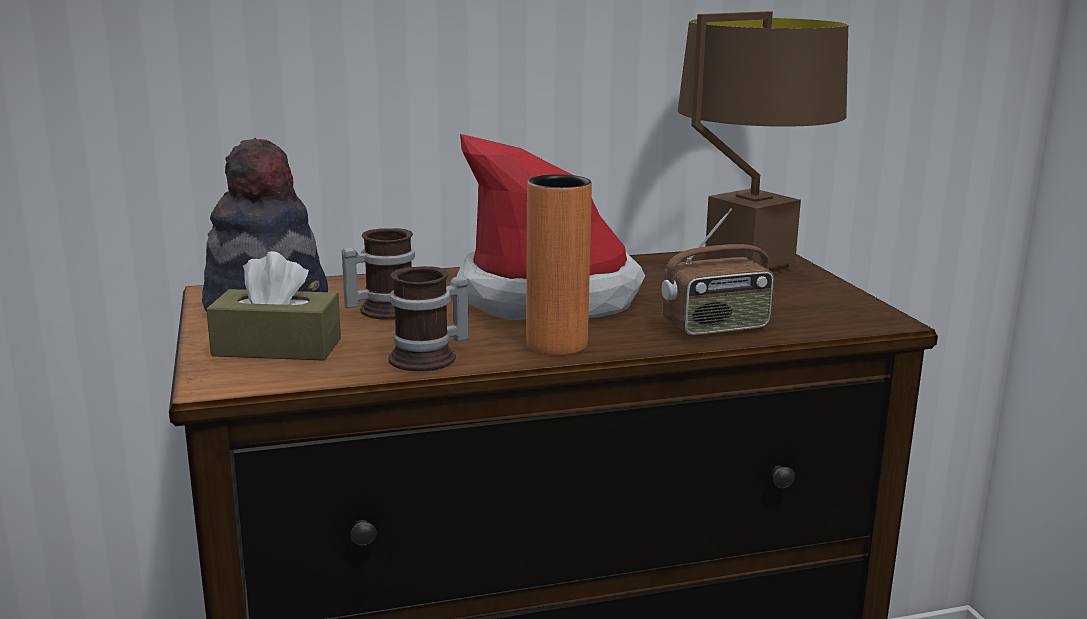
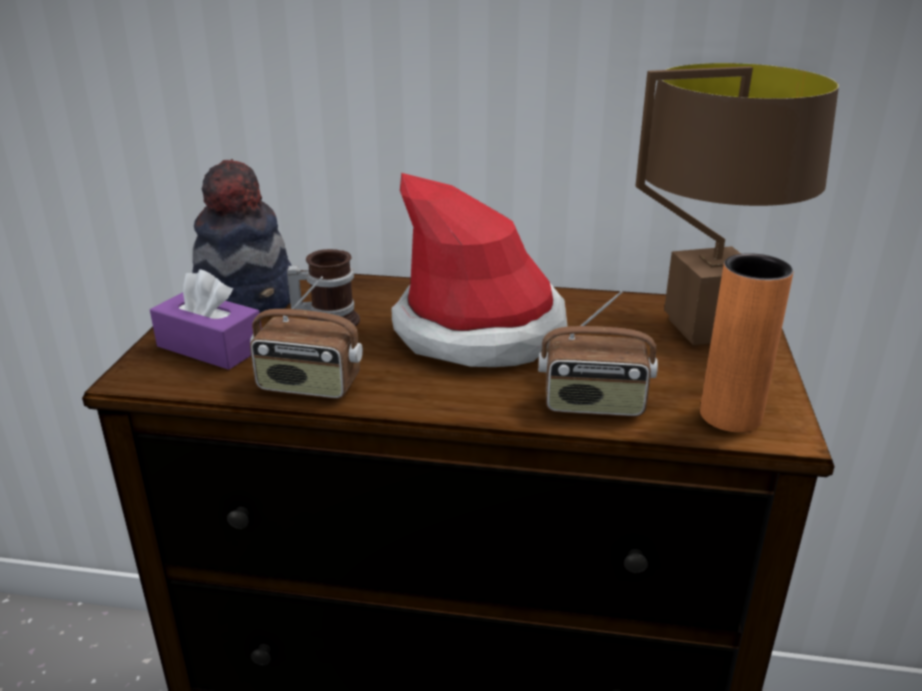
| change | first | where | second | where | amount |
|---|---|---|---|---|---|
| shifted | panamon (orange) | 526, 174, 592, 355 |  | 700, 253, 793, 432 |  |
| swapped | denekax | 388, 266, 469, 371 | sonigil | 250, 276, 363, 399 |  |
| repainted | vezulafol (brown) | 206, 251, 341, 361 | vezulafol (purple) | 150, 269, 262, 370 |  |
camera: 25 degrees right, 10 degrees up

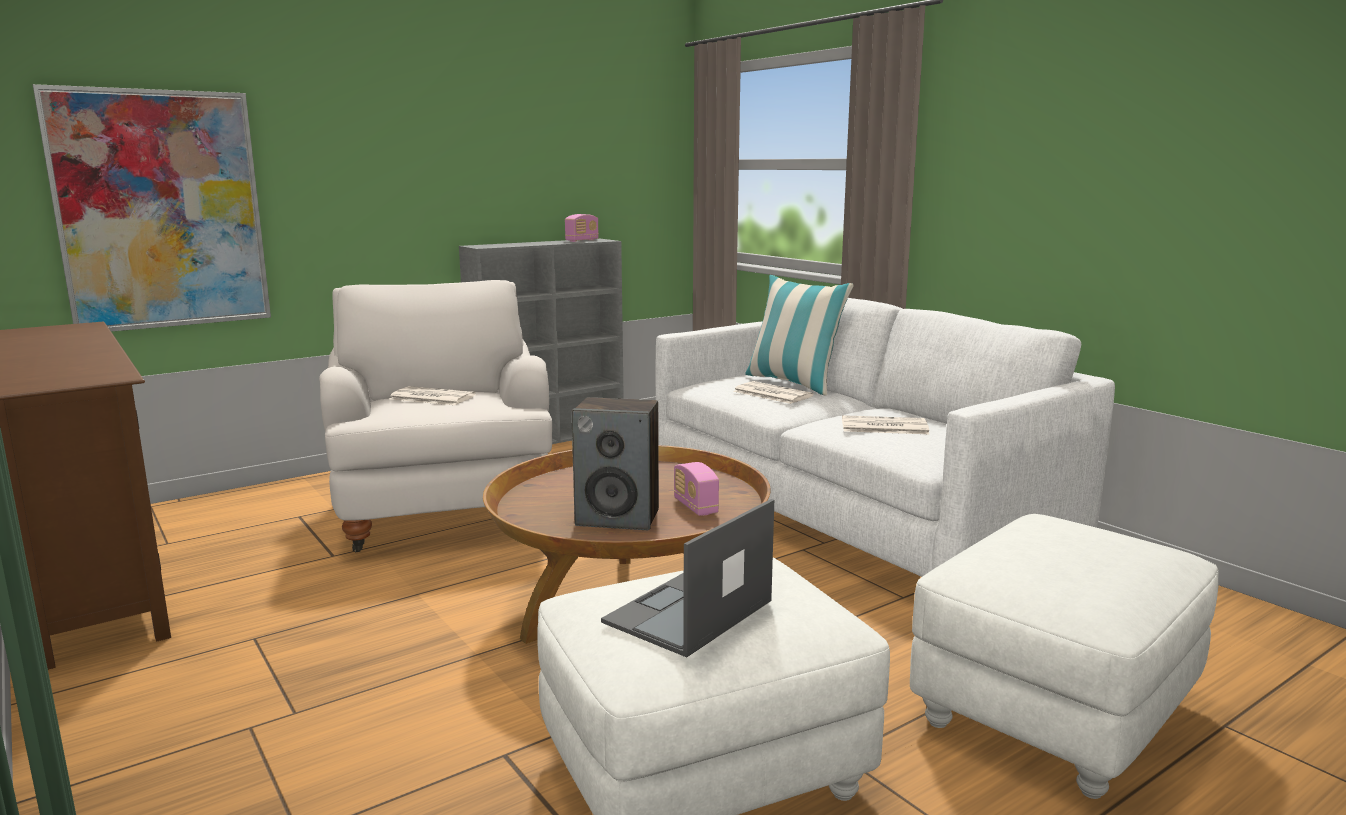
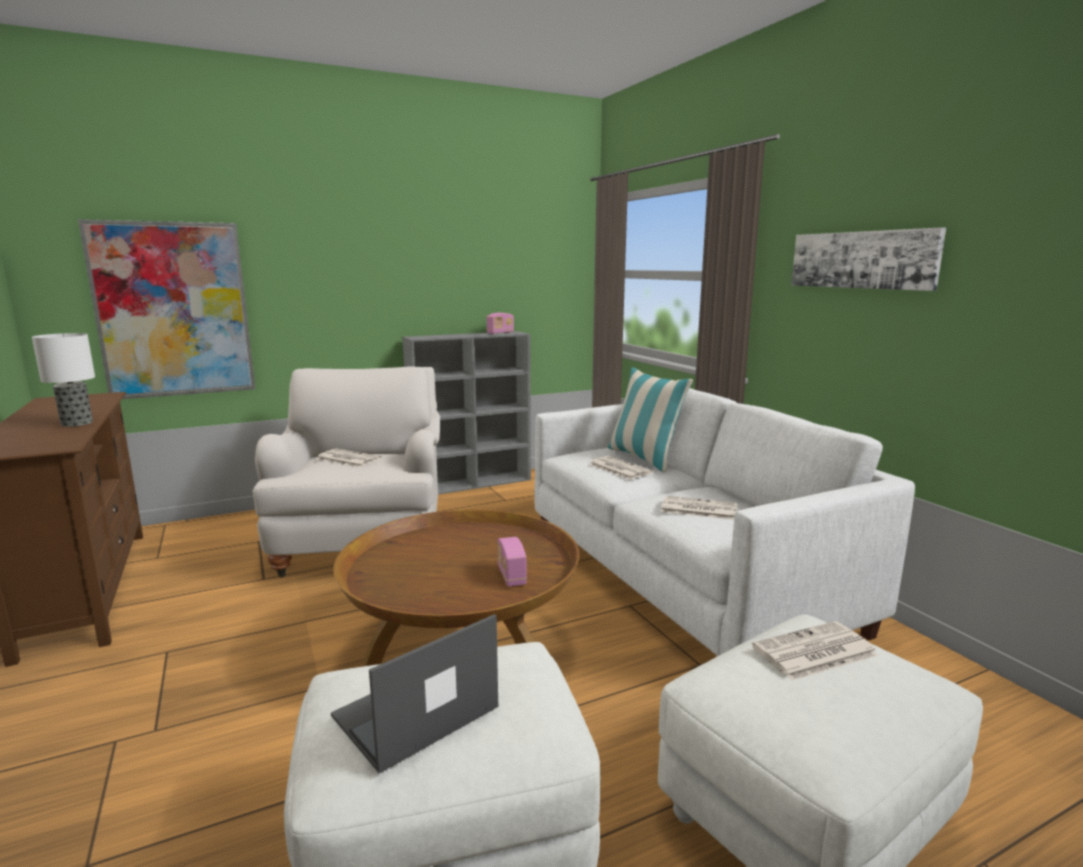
| change | first | where | second | where | amount |
|---|---|---|---|---|---|
| gone | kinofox | 571, 397, 659, 530 |  |  |  |
| new |  |  | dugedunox | 32, 333, 95, 427 |  |
| new |  |  | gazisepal | 752, 621, 878, 681 |  |
| new |  |  | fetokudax | 791, 227, 946, 291 |  |
camera: 10 degrees right, 0 degrees up

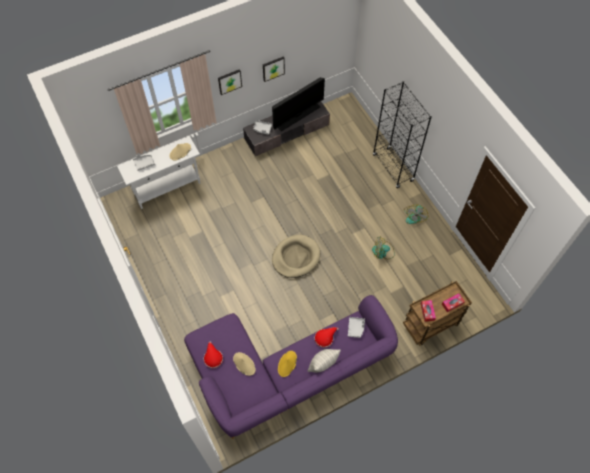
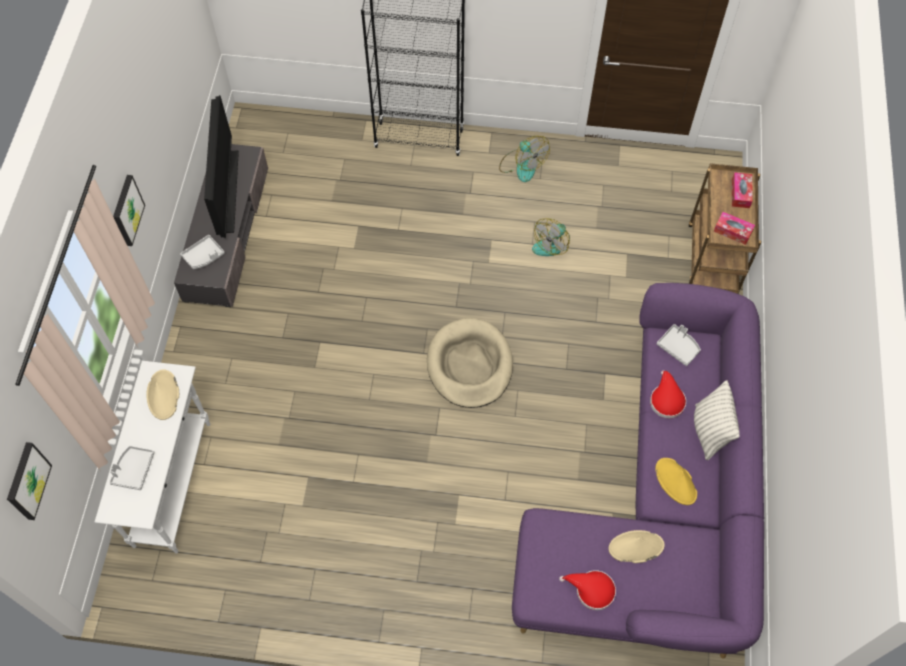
| change | first | where | second | where | amount |
|---|---|---|---|---|---|
| shifted | fetokudax | 263, 57, 285, 82 |  | 7, 442, 52, 520 |  |
camera: 55 degrees left, 0 degrees up

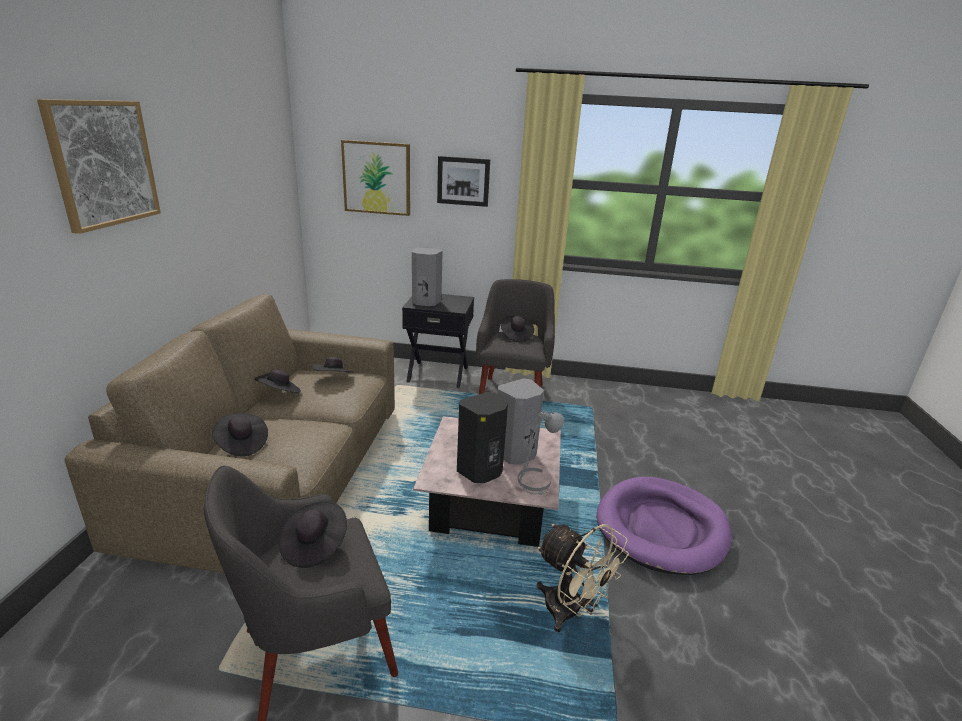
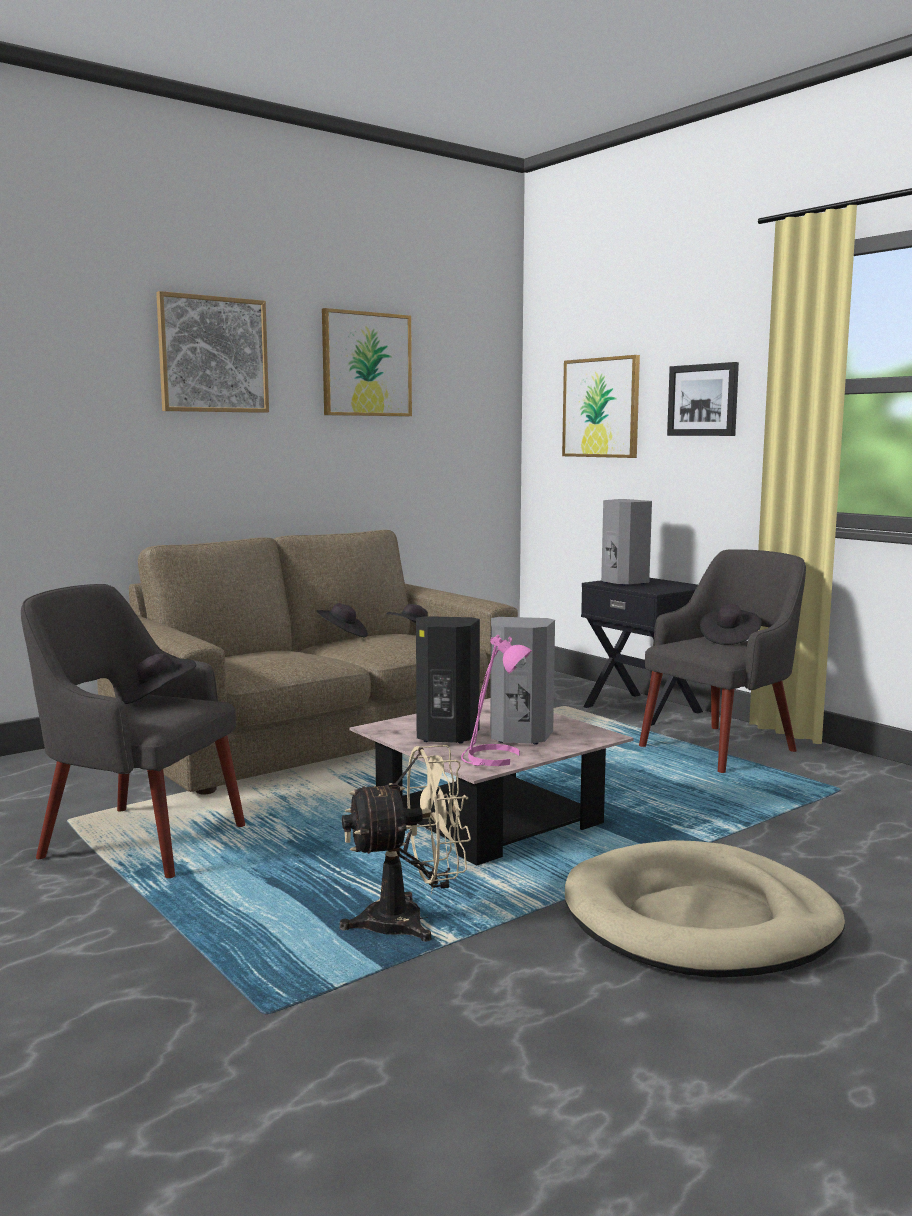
| change | first | where | second | where | amount |
|---|---|---|---|---|---|
| gone | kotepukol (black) | 213, 413, 268, 456 |  |  |  |
| new |  |  | fetokudax | 322, 308, 412, 416 |  |
| repainted | dugedunox (grey) | 518, 411, 564, 495 | dugedunox (pink) | 461, 635, 532, 766 |  |
| repainted | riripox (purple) | 597, 477, 732, 575 | riripox (beige) | 565, 840, 845, 978 |  |
| rotated | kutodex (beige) | 537, 524, 629, 632 |  | 339, 745, 471, 942 | 105 degrees counterclockwise |
camera: 45 degrees right, 15 degrees down

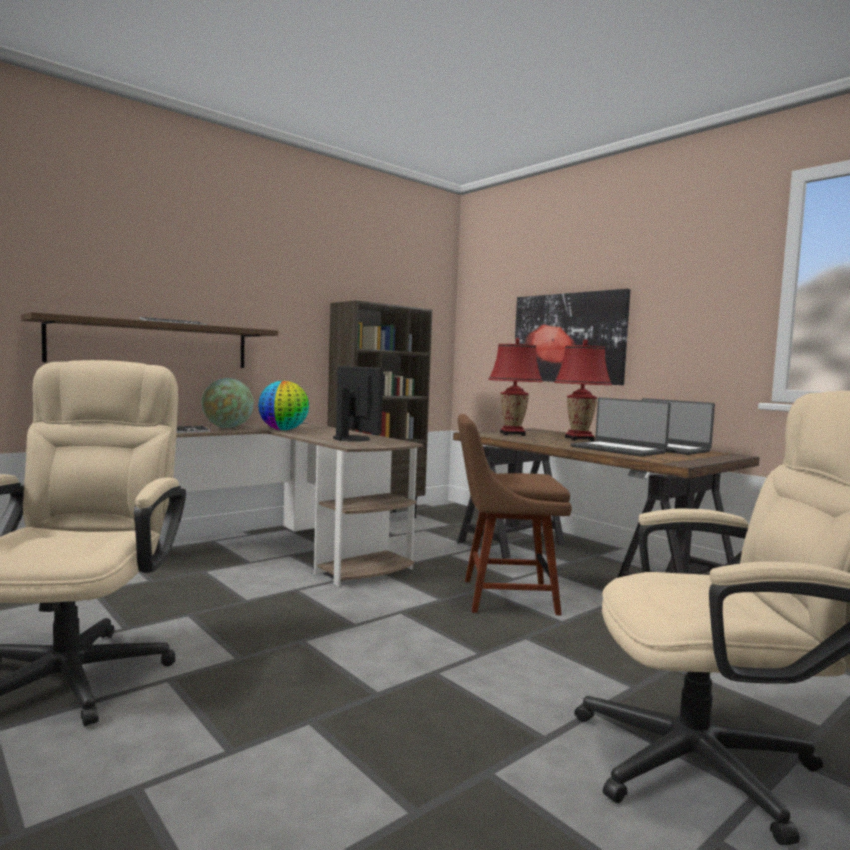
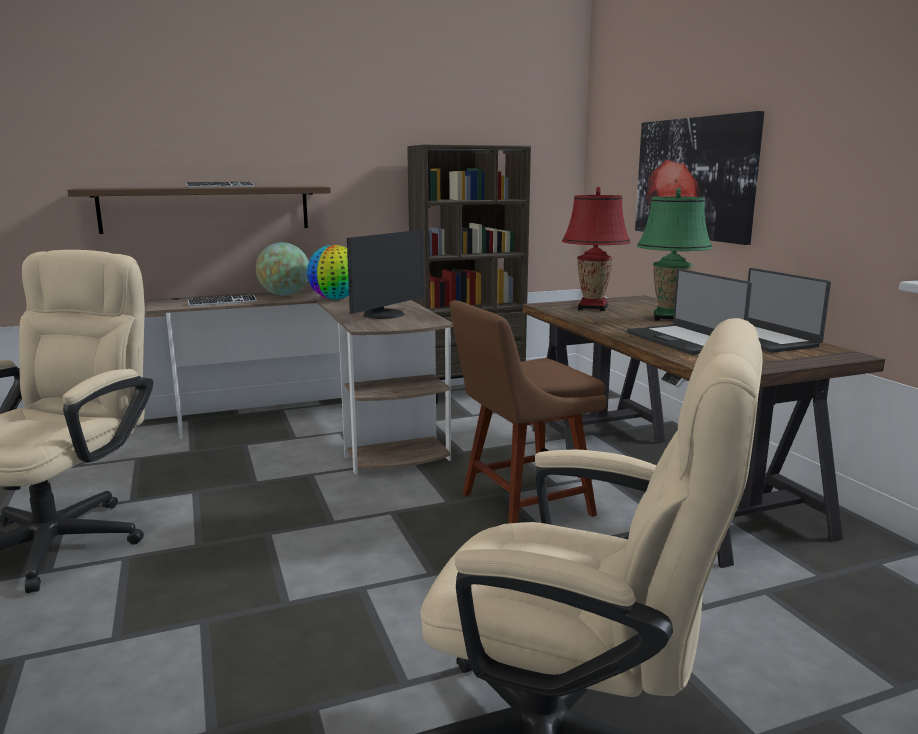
| change | first | where | second | where | amount |
|---|---|---|---|---|---|
| repainted | dugedunox (red) | 554, 339, 612, 441 | dugedunox (green) | 637, 188, 713, 321 |  |
| rotated | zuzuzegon | 333, 366, 383, 442 |  | 347, 230, 424, 319 | 45 degrees clockwise |
| rotated | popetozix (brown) | 458, 414, 572, 615 |  | 449, 300, 607, 524 | 45 degrees counterclockwise |
camera: 20 degrees right, 10 degrees up

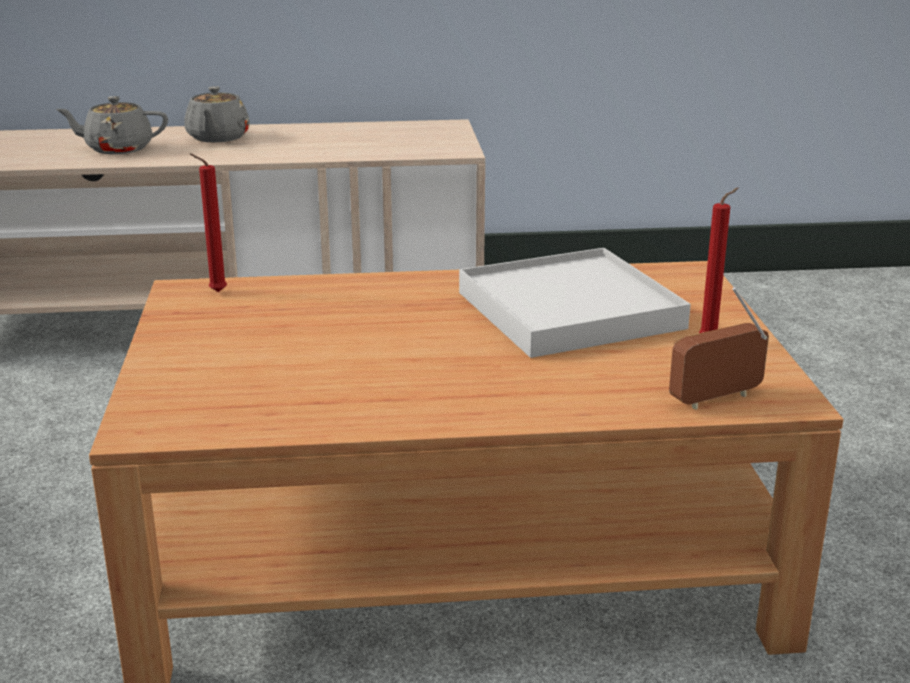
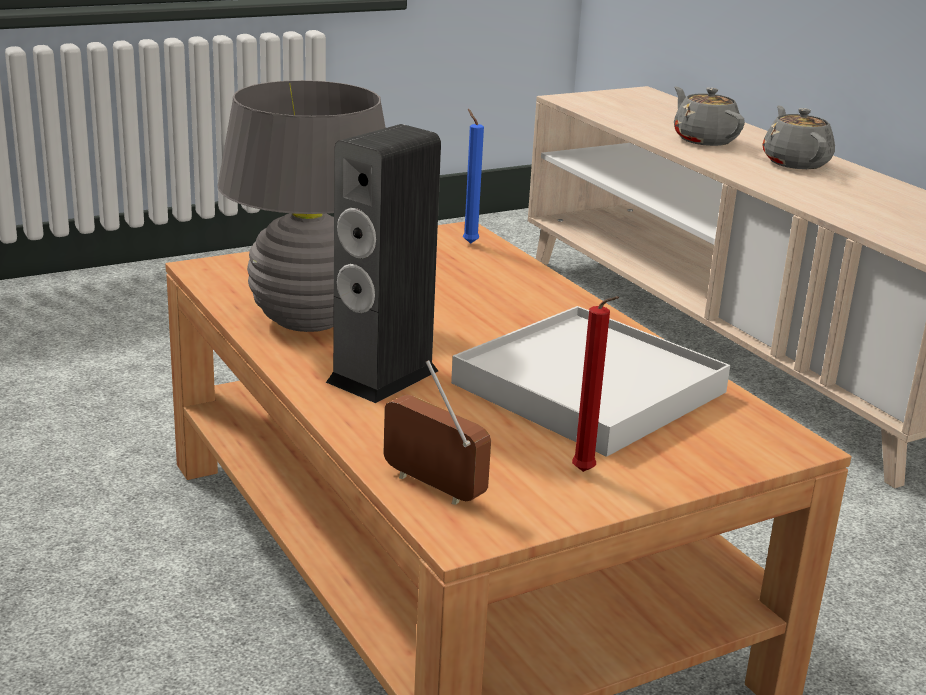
| change | first | where | second | where | amount |
|---|---|---|---|---|---|
| new |  |  | dugedunox (grey) | 217, 80, 386, 332 |  |
| new |  |  | kinofox | 326, 124, 441, 403 |  |
| repainted | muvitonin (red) | 190, 153, 227, 292 | muvitonin (blue) | 463, 109, 484, 244 |  |
| rotated | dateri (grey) | 184, 86, 250, 143 |  | 762, 105, 835, 169 | 105 degrees clockwise |
camera: 65 degrees right, 0 degrees up

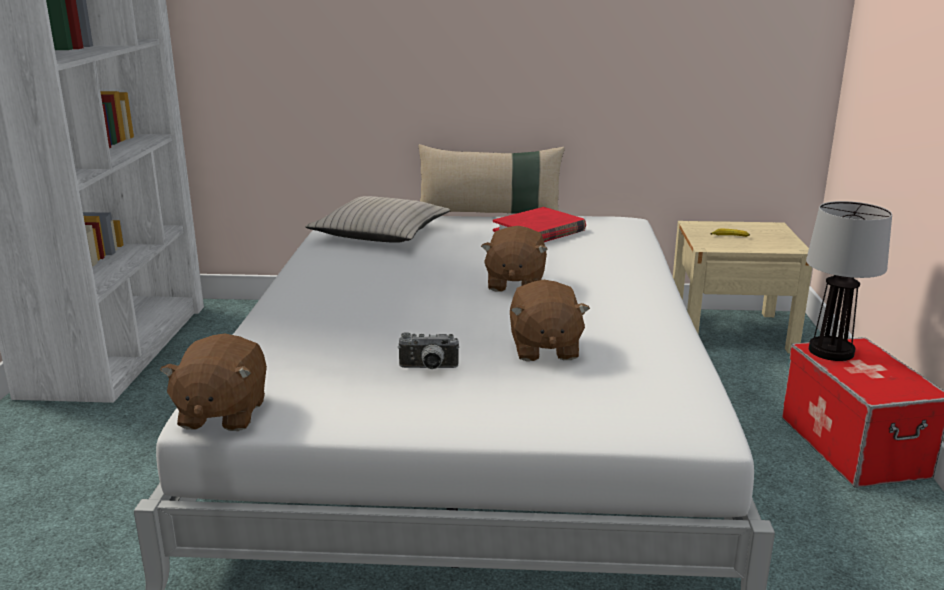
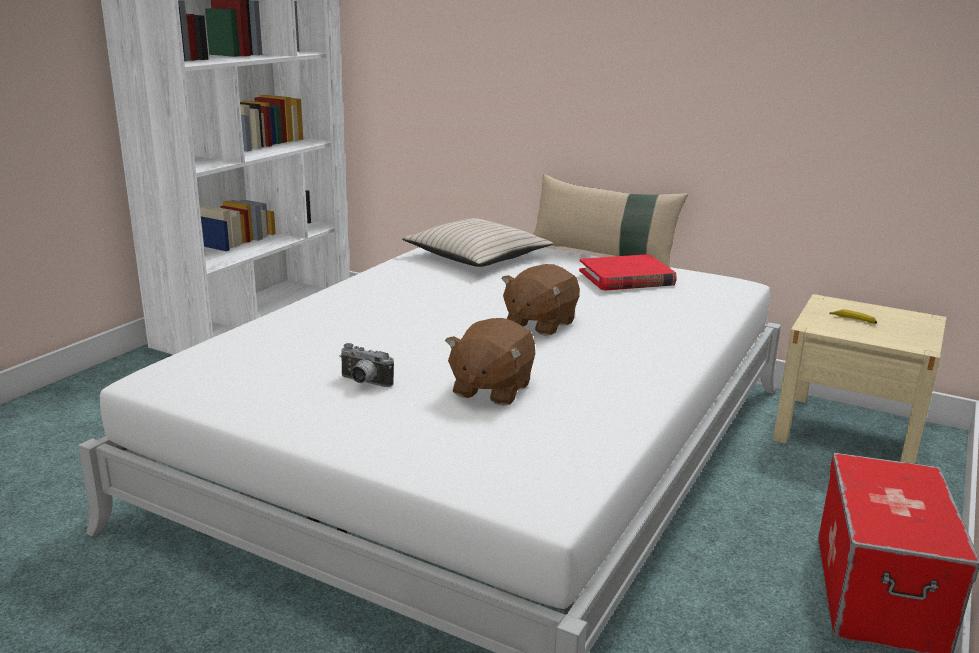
| change | first | where | second | where | amount |
|---|---|---|---|---|---|
| gone | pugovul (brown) | 160, 333, 267, 431 |  |  |  |
| gone | dugedunox | 806, 201, 892, 361 |  |  |  |
camera: 25 degrees right, 0 degrees up

